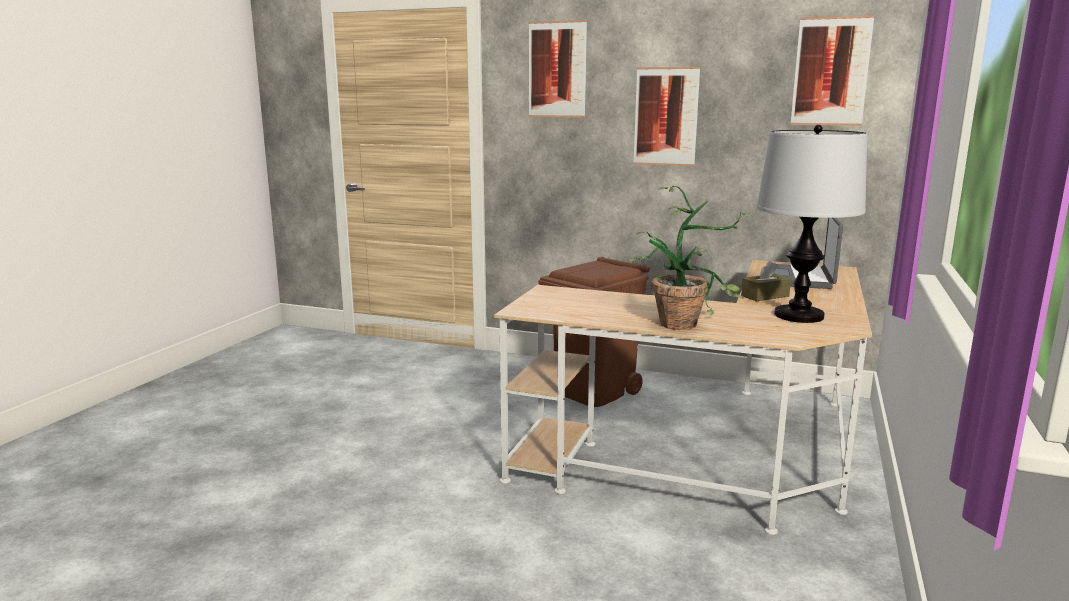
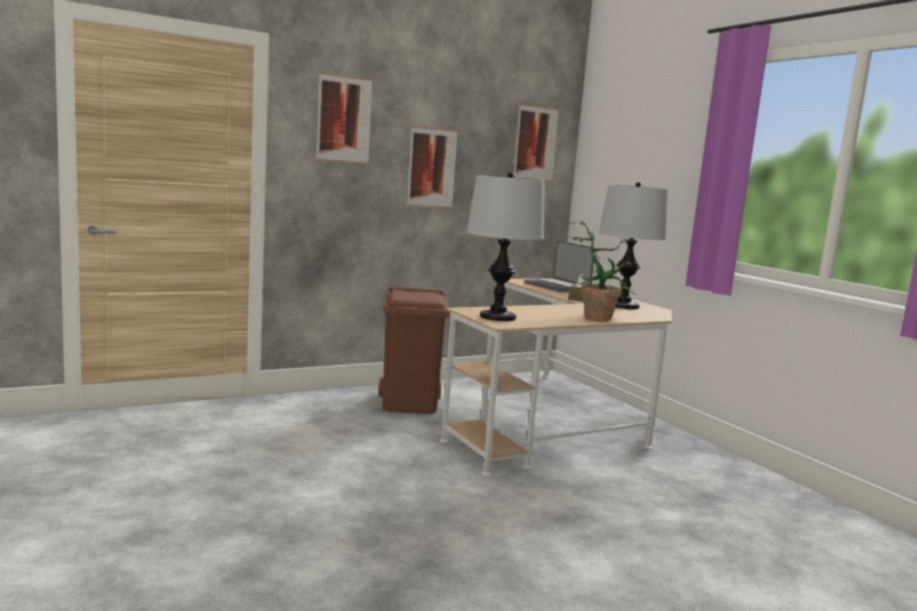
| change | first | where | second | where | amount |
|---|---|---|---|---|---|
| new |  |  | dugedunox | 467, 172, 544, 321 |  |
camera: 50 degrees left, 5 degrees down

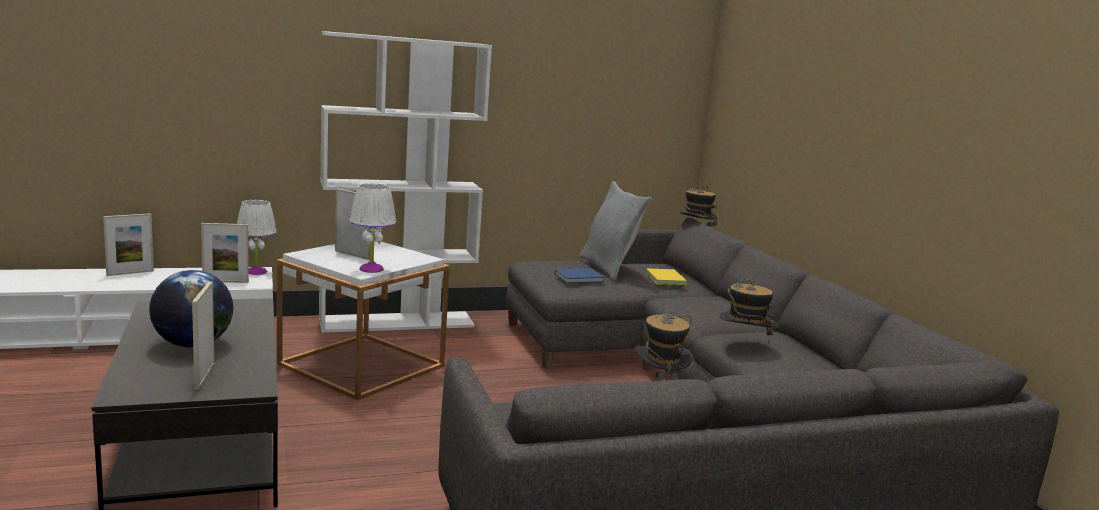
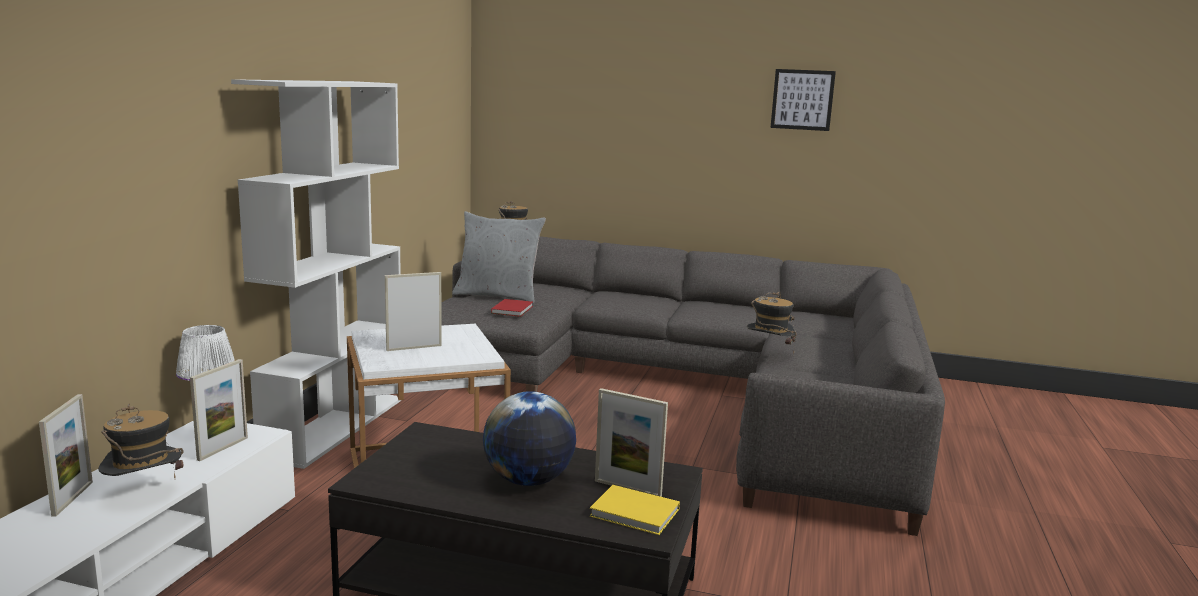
| change | first | where | second | where | amount |
|---|---|---|---|---|---|
| gone | dugedunox (white) | 349, 183, 397, 273 |  |  |  |
| new |  |  | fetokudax | 770, 69, 836, 131 |  |
| shifted | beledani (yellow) | 646, 268, 687, 286 |  | 590, 485, 680, 535 |  |
| shifted | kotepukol | 720, 278, 777, 344 |  | 98, 403, 184, 478 |  |
| repainted | beledani (blue) | 555, 268, 604, 283 | beledani (red) | 491, 299, 533, 317 |  |
camera: 55 degrees left, 0 degrees up

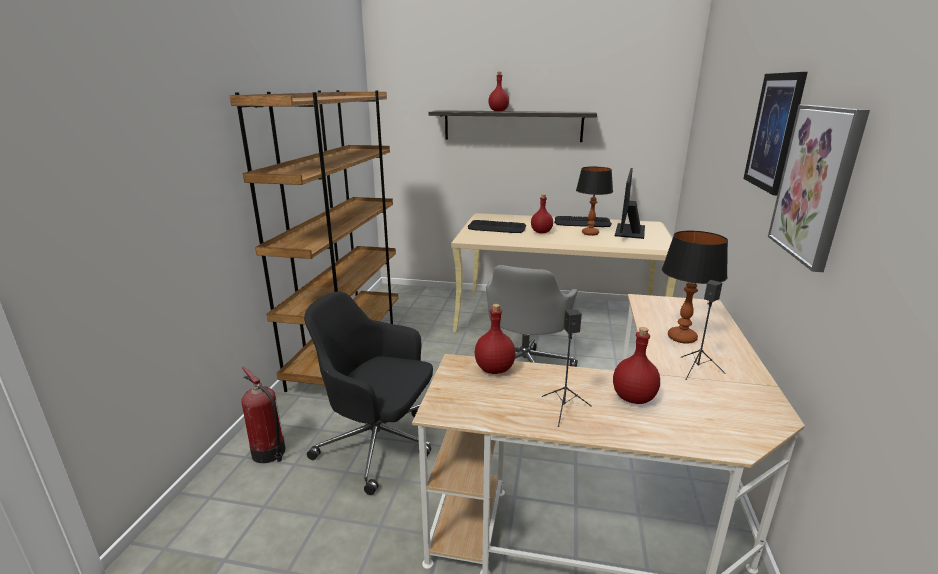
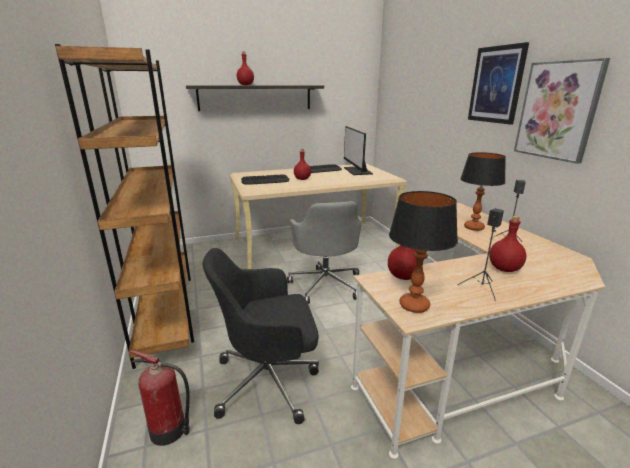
| change | first | where | second | where | amount |
|---|---|---|---|---|---|
| shifted | dugedunox | 576, 167, 613, 236 |  | 389, 191, 458, 313 |  |
camera: 30 degrees left, 0 degrees up

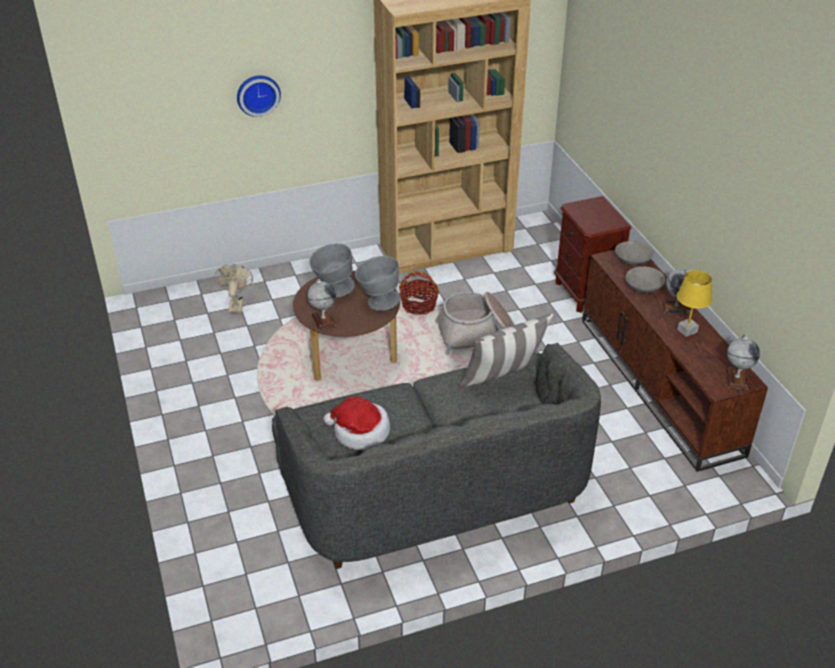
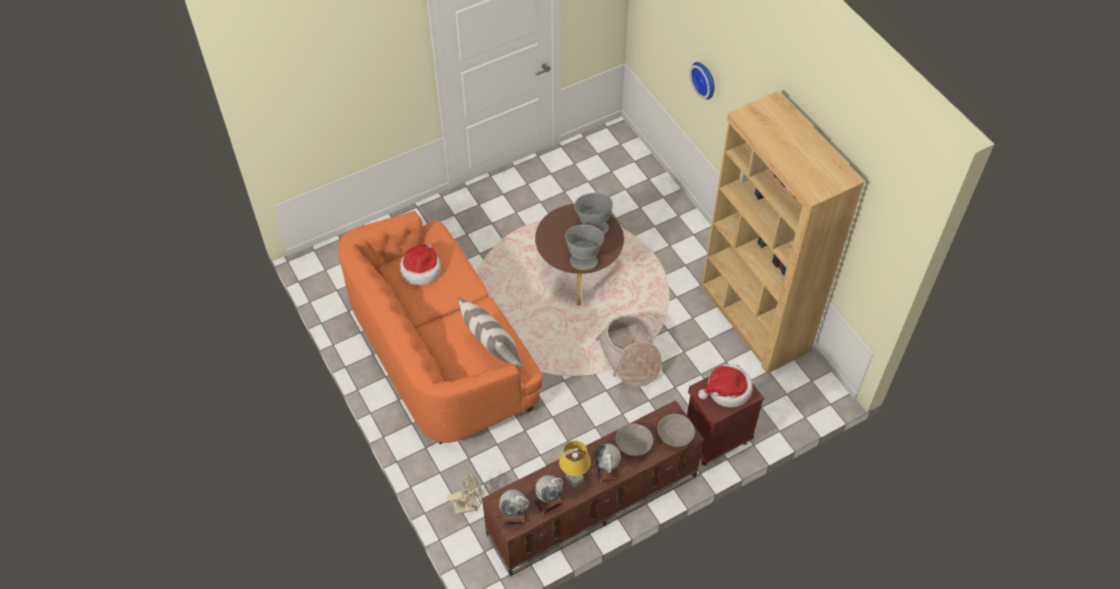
| change | first | where | second | where | amount |
|---|---|---|---|---|---|
| gone | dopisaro | 399, 271, 439, 315 |  |  |  |
| new |  |  | kotepukol | 698, 365, 753, 408 |  |
| shifted | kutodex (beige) | 215, 264, 253, 313 |  | 447, 473, 482, 515 |  |
| shifted | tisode | 307, 279, 336, 330 |  | 534, 475, 564, 515 |  |
| repainted | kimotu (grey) | 272, 343, 601, 569 | kimotu (orange) | 338, 211, 542, 444 |  |
camera: 80 degrees right, 15 degrees up

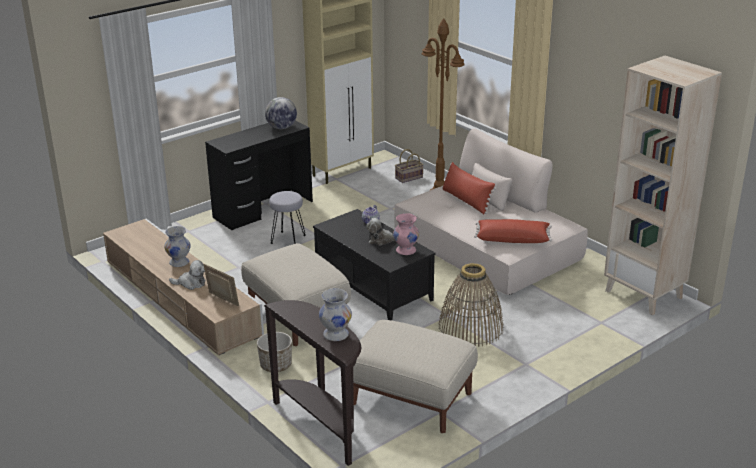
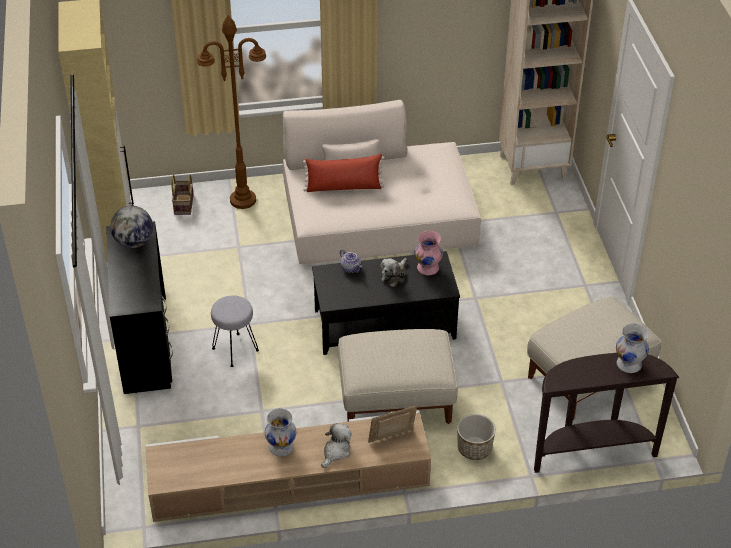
| change | first | where | second | where | amount |
|---|---|---|---|---|---|
| gone | dopisaro | 438, 263, 504, 347 |  |  |  |
| gone | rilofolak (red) | 474, 219, 552, 243 |  |  |  |
camera: 60 degrees left, 15 degrees up

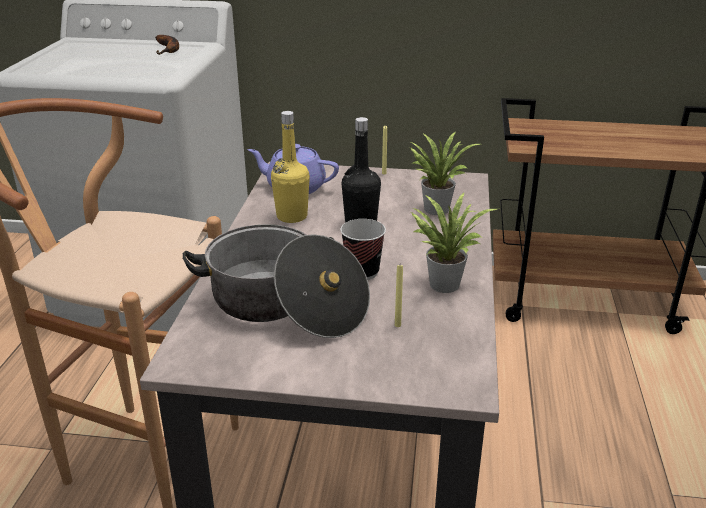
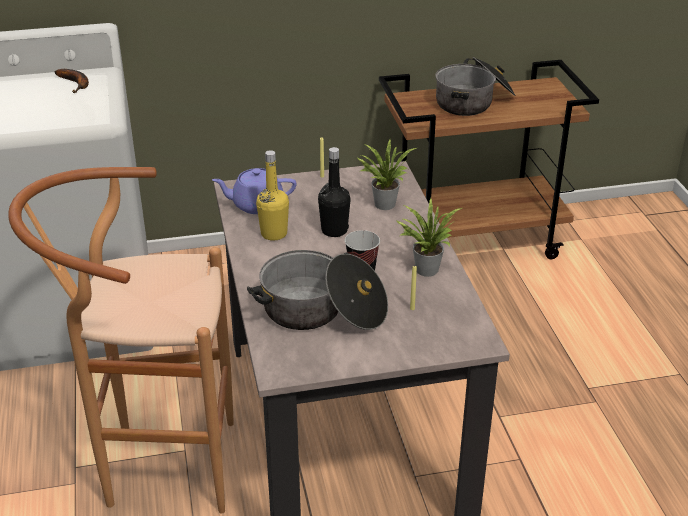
| change | first | where | second | where | amount |
|---|---|---|---|---|---|
| new |  |  | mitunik | 435, 57, 515, 116 |  |
camera: 20 degrees left, 5 degrees up

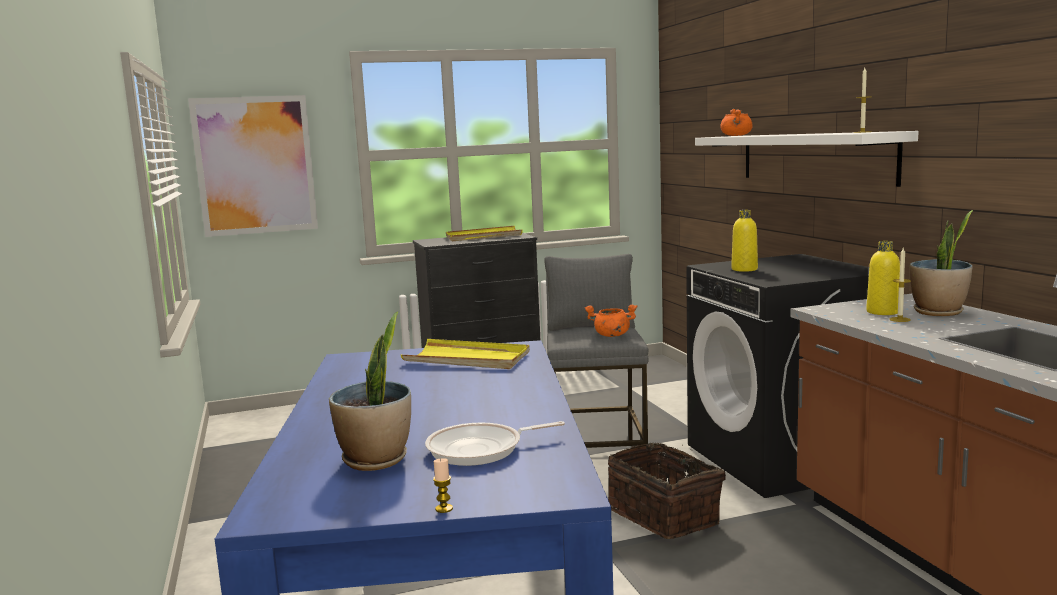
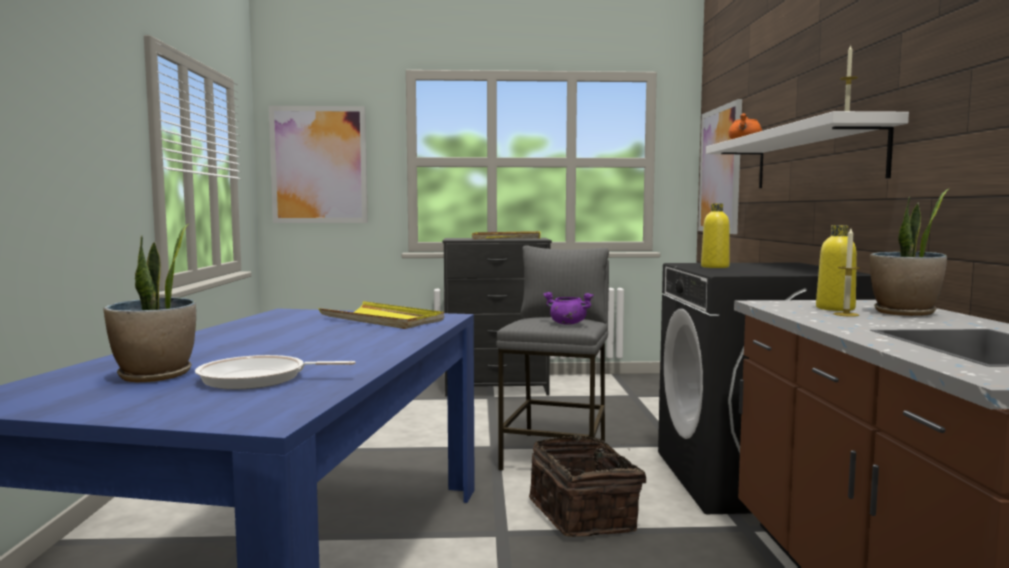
| change | first | where | second | where | amount |
|---|---|---|---|---|---|
| gone | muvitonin | 433, 458, 453, 513 |  |  |  |
| new |  |  | fetokudax | 698, 99, 742, 234 |  |
| repainted | mitunik (orange) | 584, 305, 637, 337 | mitunik (purple) | 543, 292, 594, 325 |  |
camera: 15 degrees right, 5 degrees down

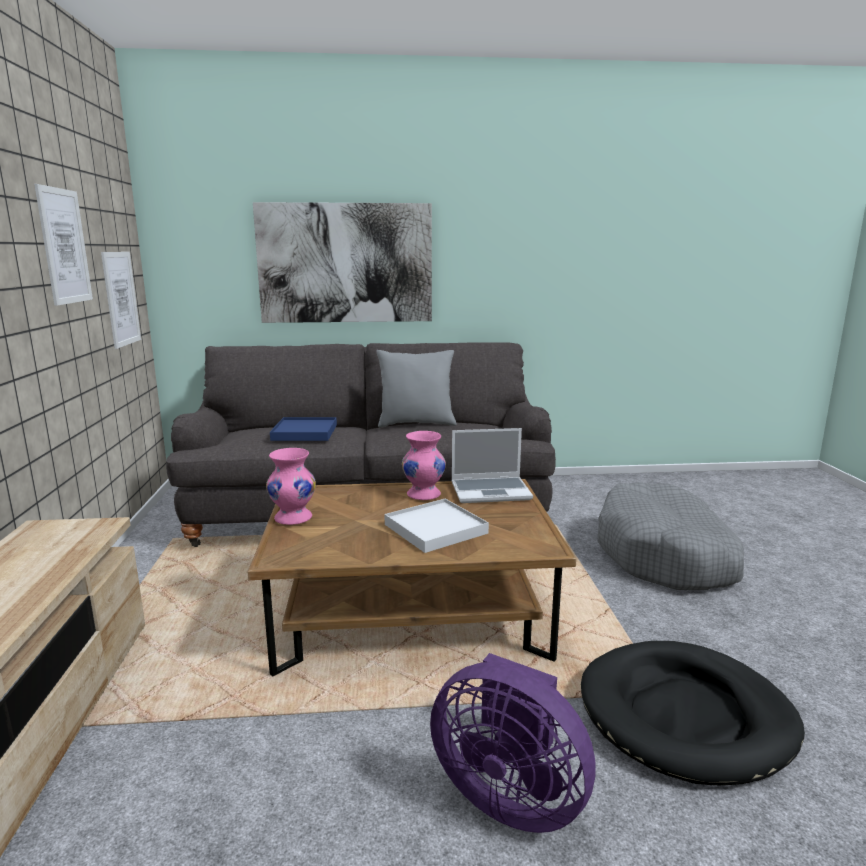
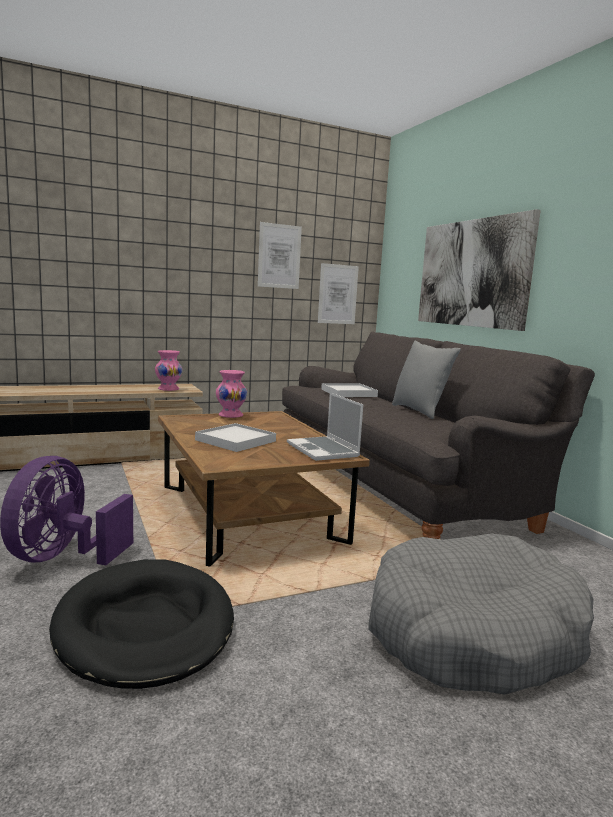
| change | first | where | second | where | amount |
|---|---|---|---|---|---|
| shifted | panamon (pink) | 402, 431, 446, 500 |  | 155, 350, 183, 391 |  |
| repainted | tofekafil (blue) | 270, 417, 337, 441 | tofekafil (white) | 321, 383, 378, 397 |  |
camera: 70 degrees right, 5 degrees down

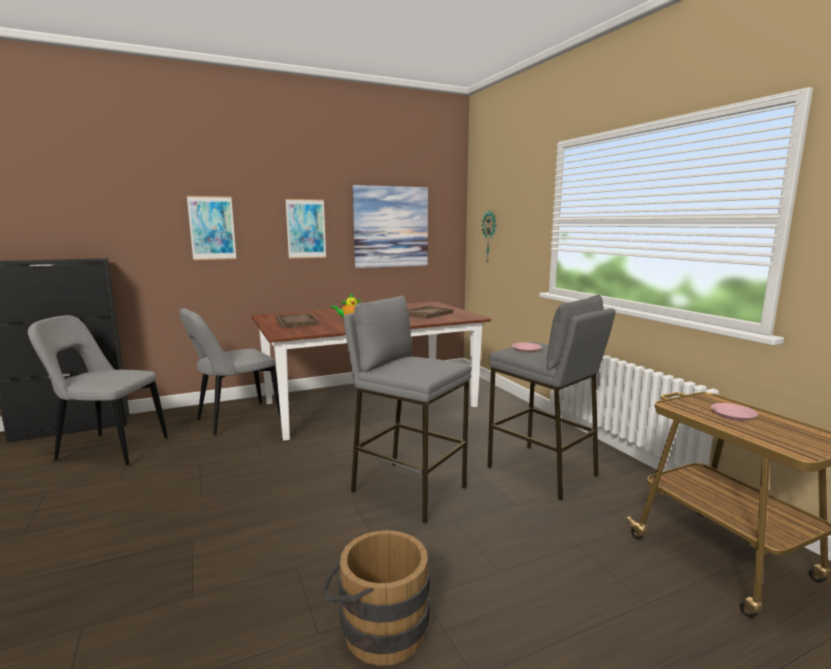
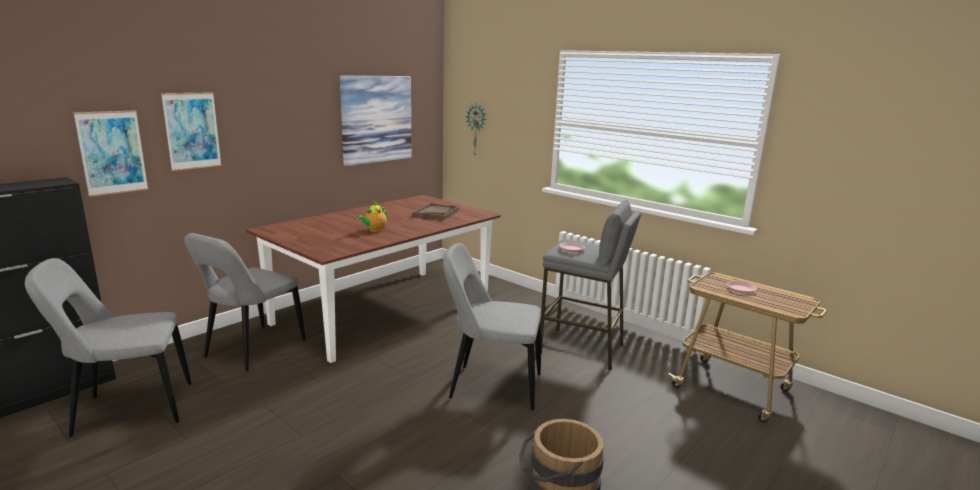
| change | first | where | second | where | amount |
|---|---|---|---|---|---|
| gone | tofekafil (brown) | 276, 313, 319, 328 |  |  |  |
| shifted | fetokudax | 285, 199, 326, 259 |  | 73, 110, 148, 197 |  |
| swapped | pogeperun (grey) | 343, 296, 472, 524 | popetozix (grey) | 443, 243, 541, 410 |  |
camera: 25 degrees left, 5 degrees up

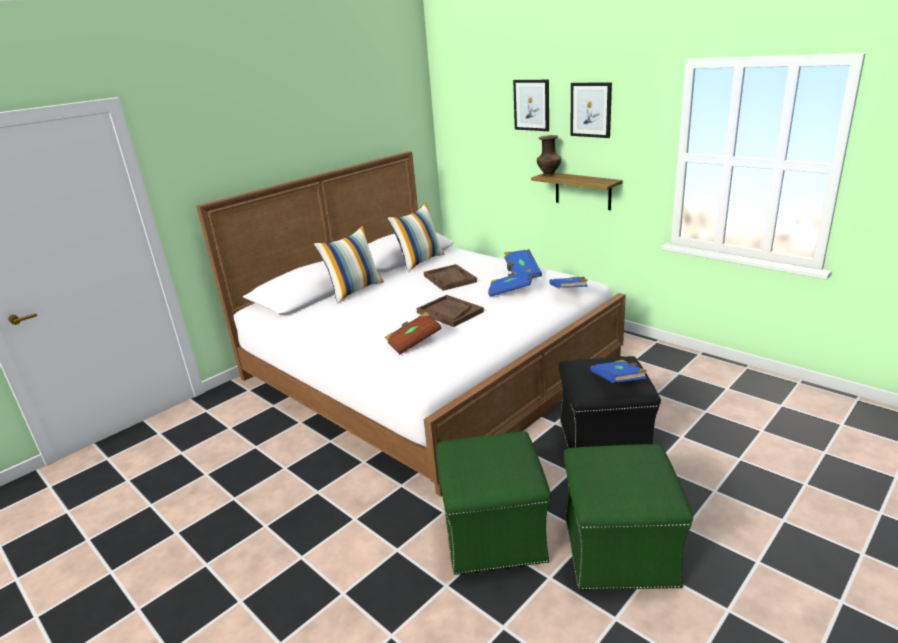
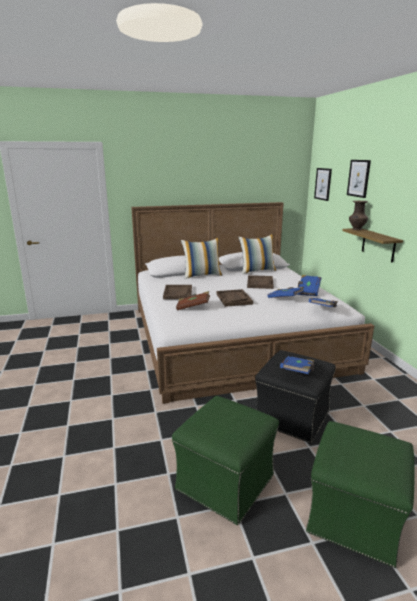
| change | first | where | second | where | amount |
|---|---|---|---|---|---|
| new |  |  | tofekafil (brown) | 163, 285, 192, 299 |  |
| shifted | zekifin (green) | 437, 431, 551, 575 |  | 306, 421, 414, 568 |  |
| shifted | fetokudax | 570, 83, 612, 138 |  | 314, 168, 332, 201 |  |
camera: 30 degrees right, 5 degrees down

